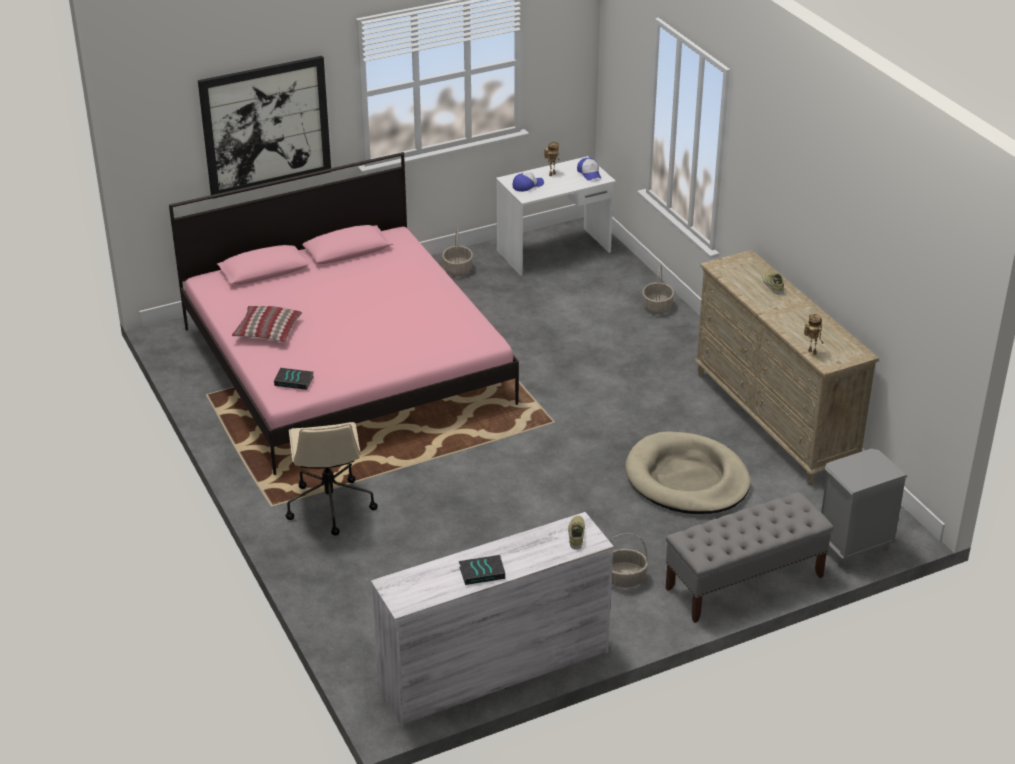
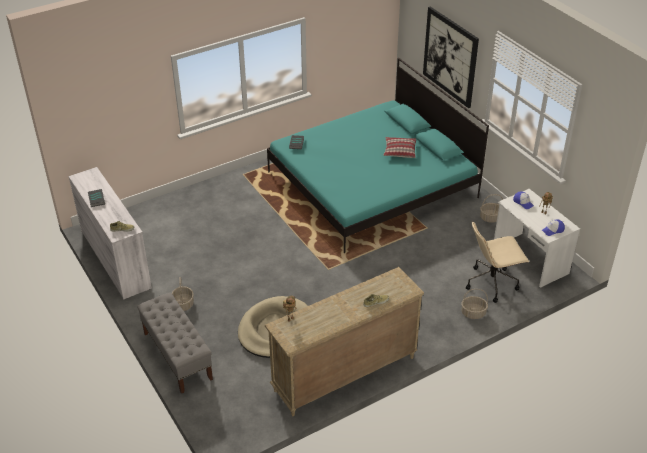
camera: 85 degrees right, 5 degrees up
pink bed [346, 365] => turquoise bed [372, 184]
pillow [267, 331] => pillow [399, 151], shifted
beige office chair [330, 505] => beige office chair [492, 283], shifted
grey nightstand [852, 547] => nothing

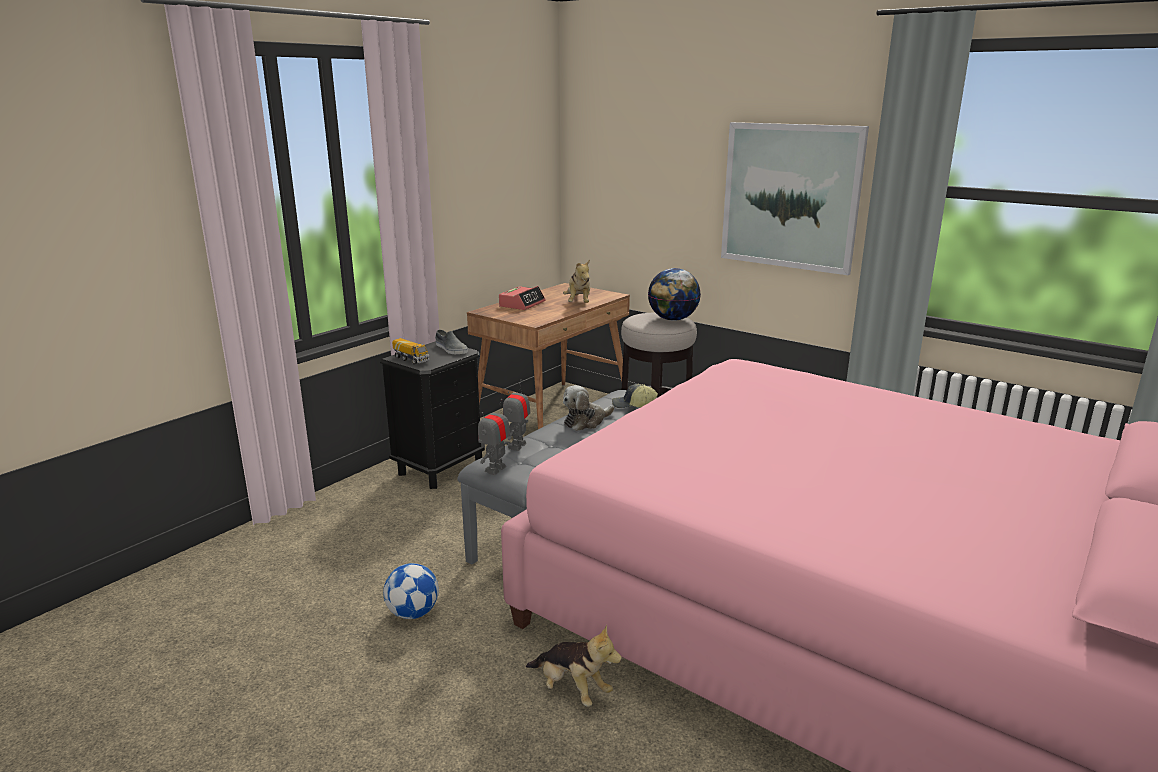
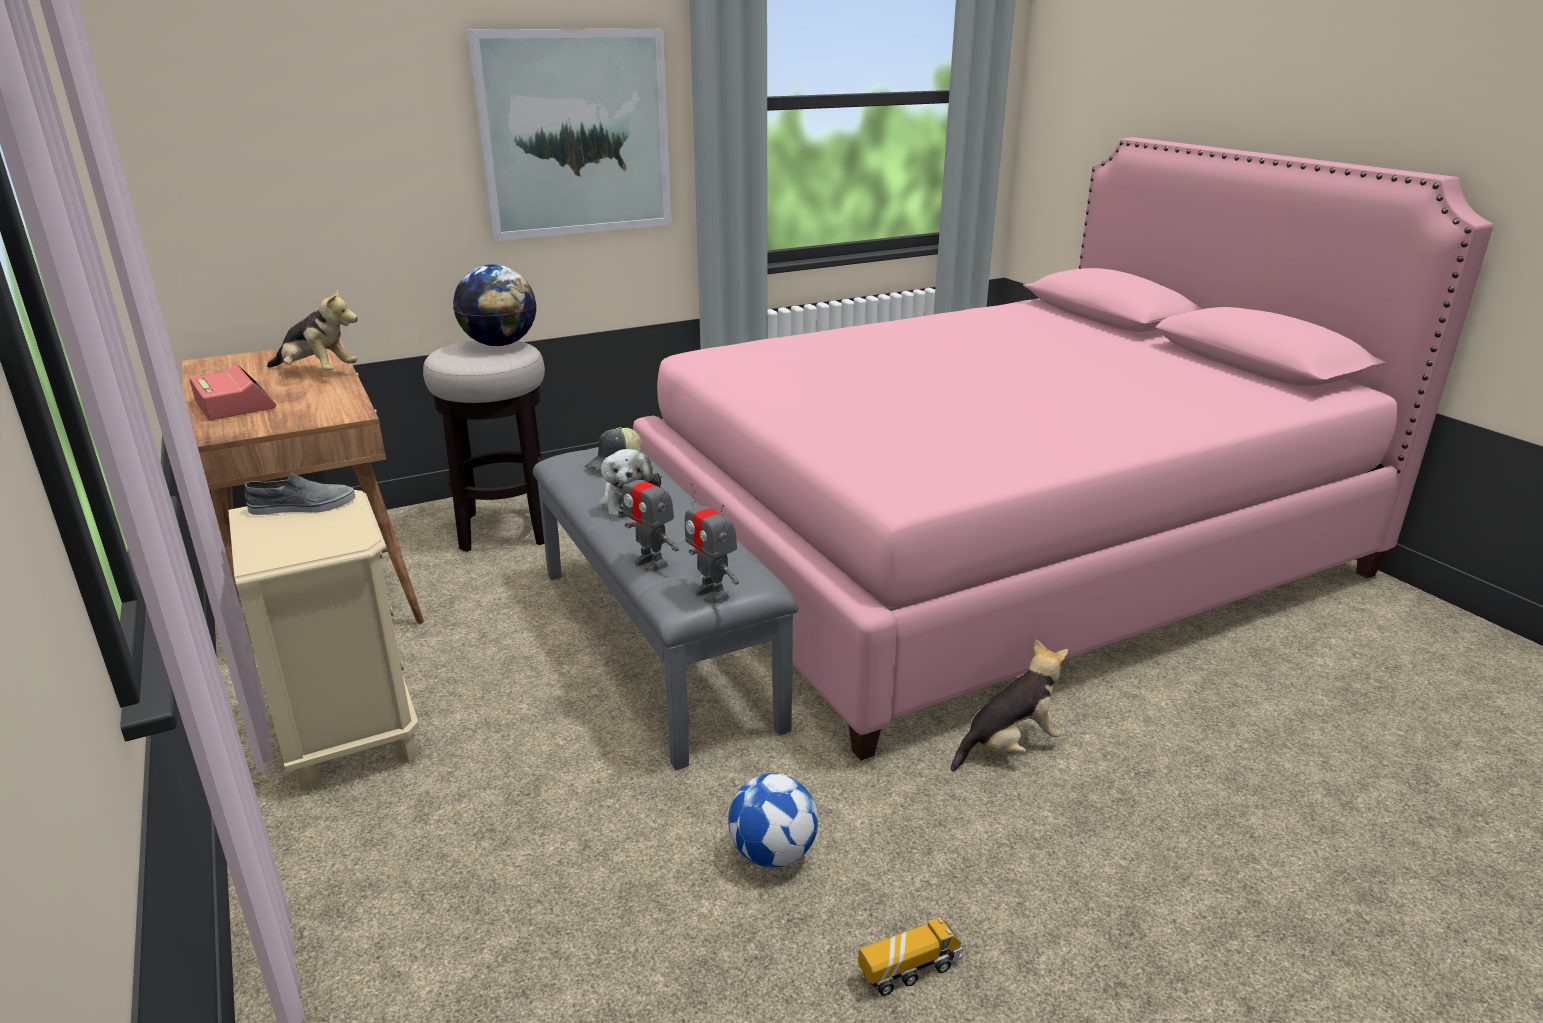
camera: 65 degrees left, 5 degrees up
toy truck [411, 360] => toy truck [909, 970], shifted
black nightstand [440, 468] => beige nightstand [349, 736]

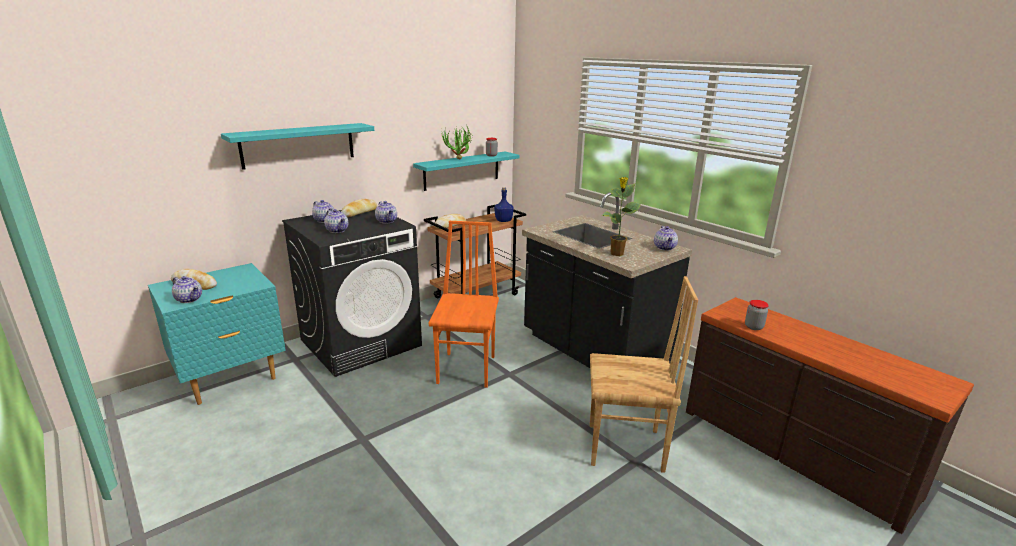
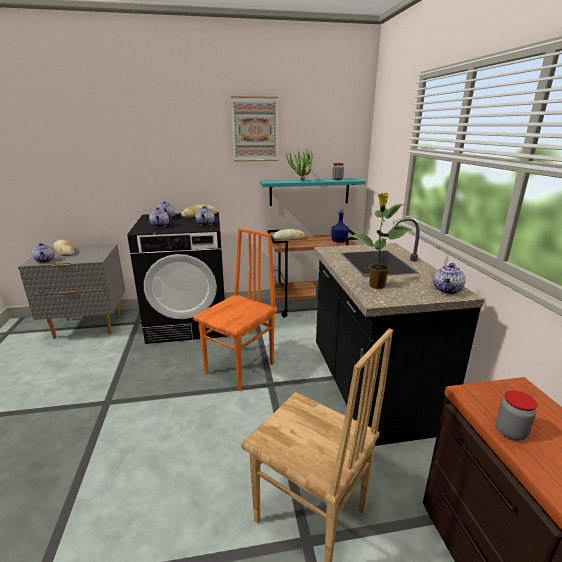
camera: 30 degrees right, 0 degrees up
turquoise shelf [298, 145] => nothing
turquoise nightstand [231, 380] => grey nightstand [88, 326]
nothing => picture [255, 129]

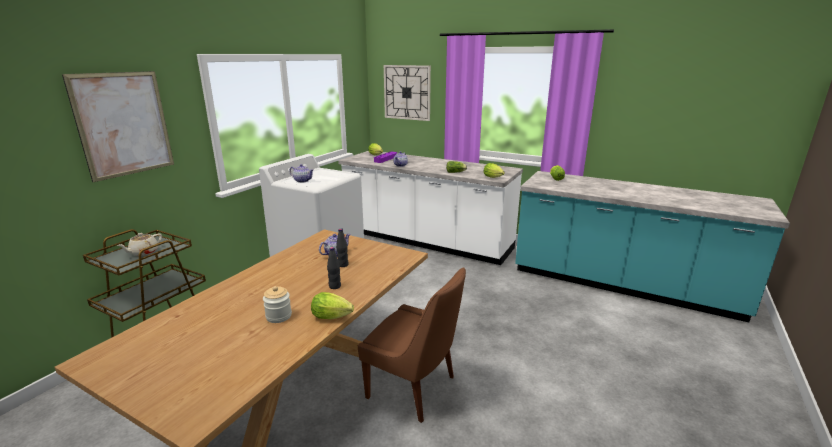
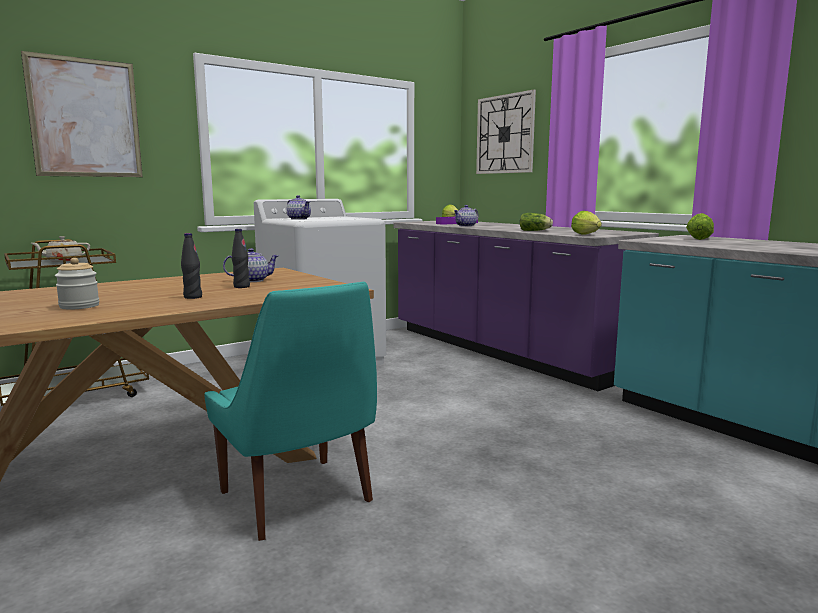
camera: 25 degrees right, 10 degrees down
white counter [426, 241] => purple counter [503, 351]
brown chair [414, 388] => turquoise chair [298, 499]
lettuce [334, 317] => nothing

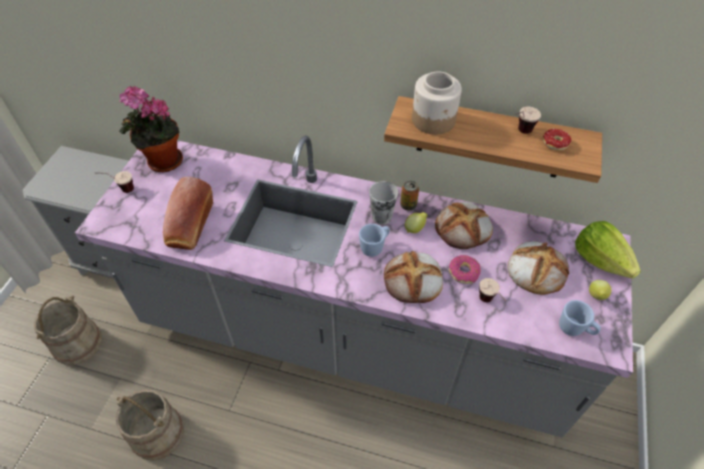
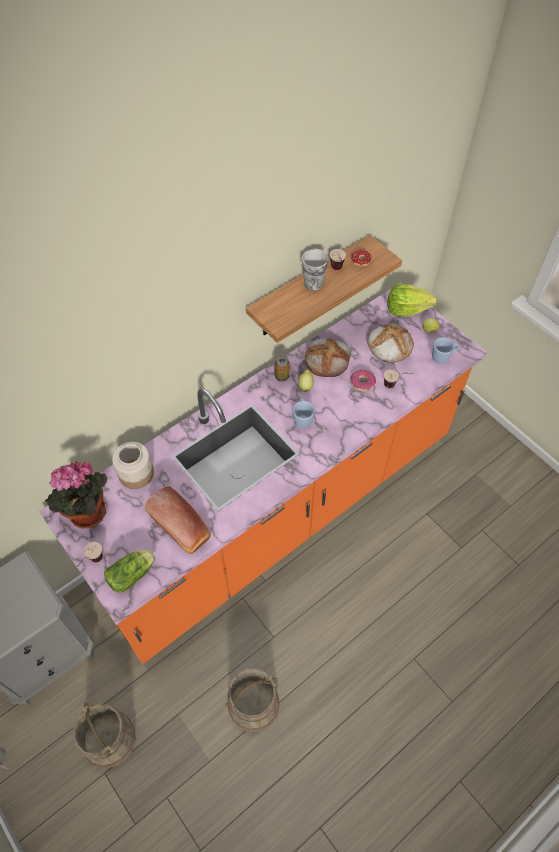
camera: 55 degrees left, 5 degrees up
jar [434, 120] => jar [136, 473], shifted
grey counter [352, 339] => orange counter [279, 512]
cup [382, 216] => cup [313, 283], shifted
bread [413, 280] => nothing
nothing => lettuce [133, 573]

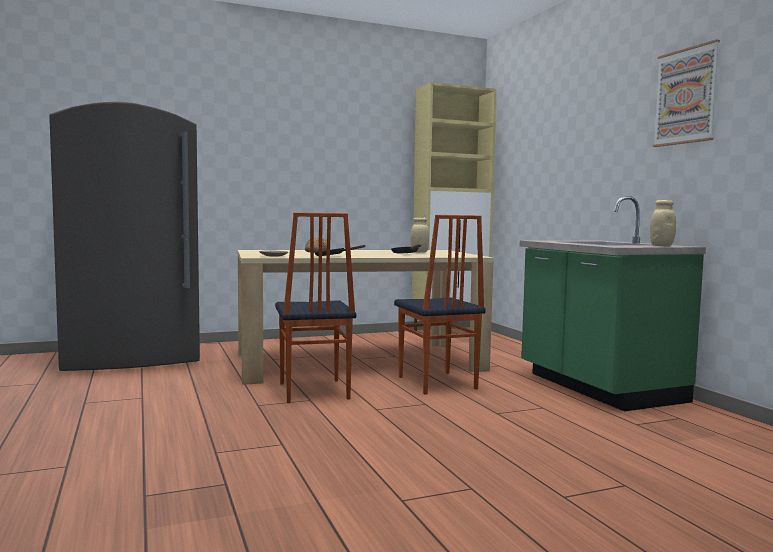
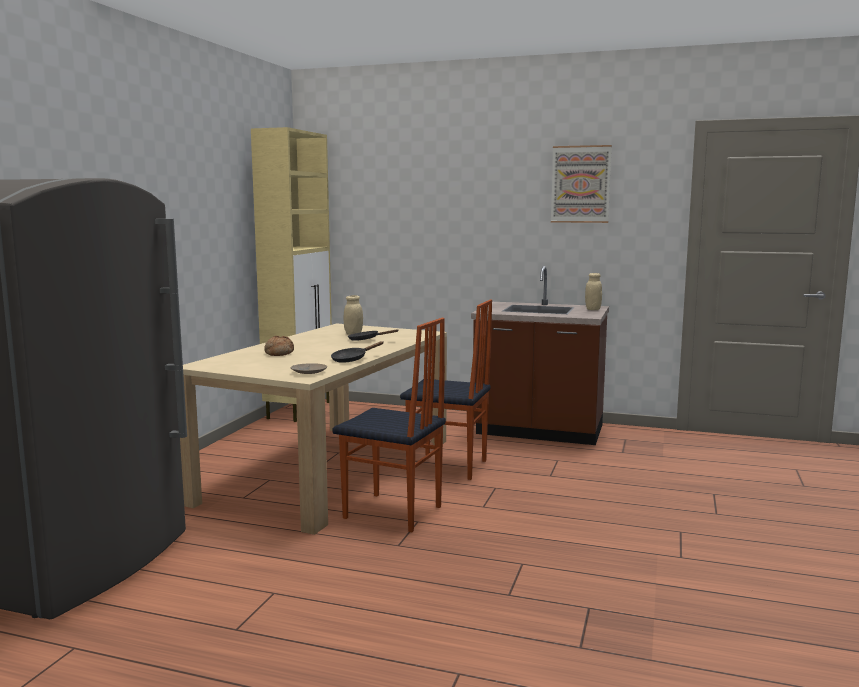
camera: 50 degrees left, 5 degrees up
green counter [598, 387] => brown counter [538, 431]

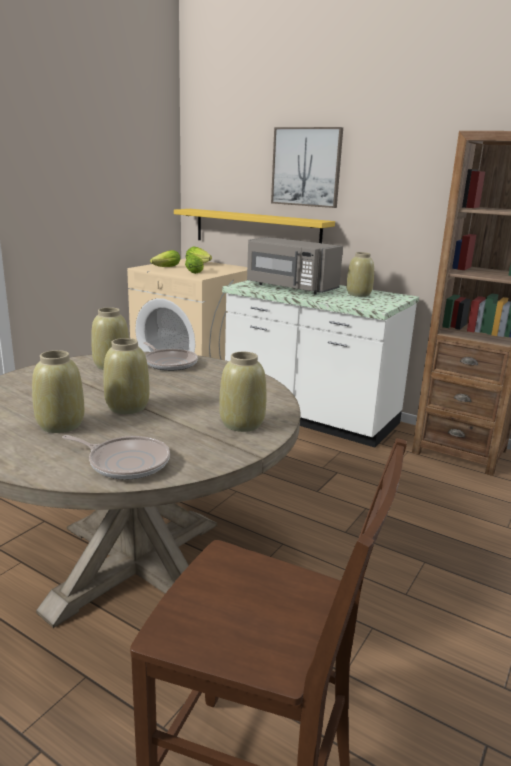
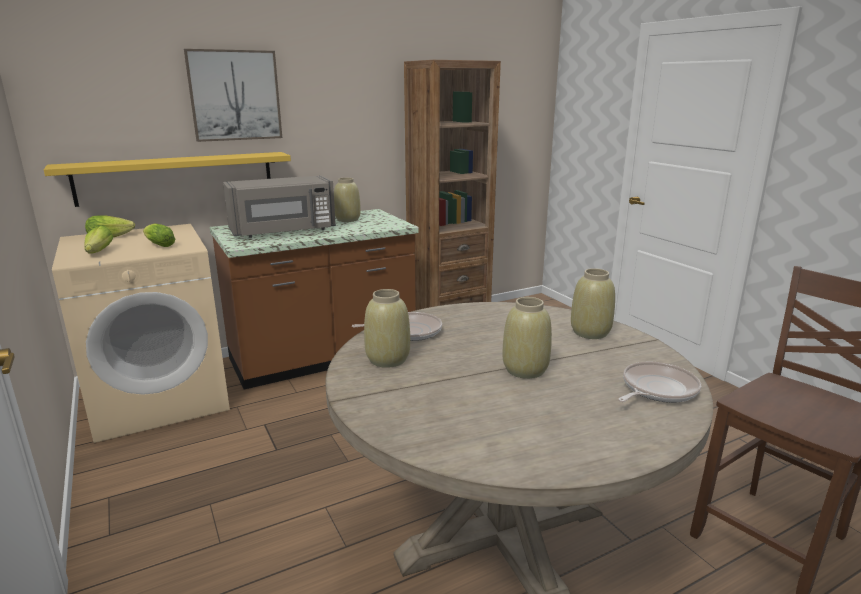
camera: 60 degrees left, 0 degrees up
white counter [310, 417] => brown counter [323, 358]
beige vase [60, 425] => nothing

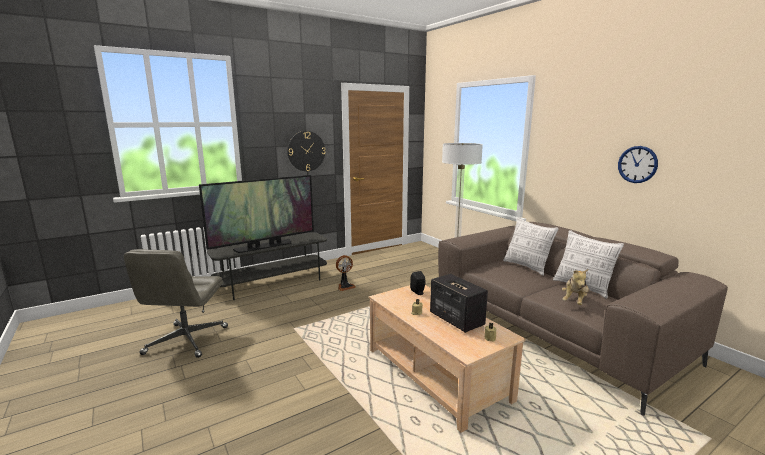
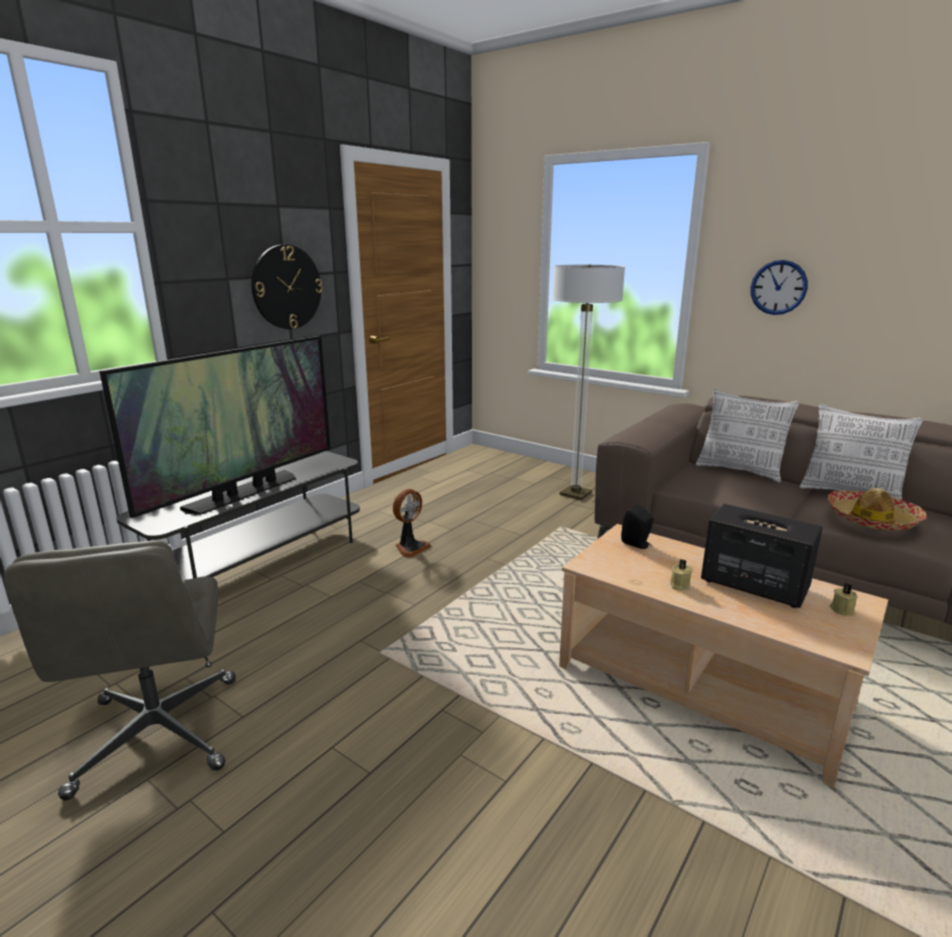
camera: 20 degrees left, 5 degrees up
wall clock [637, 164] => wall clock [778, 287], shifted
plush toy [574, 301] => hat [872, 519]

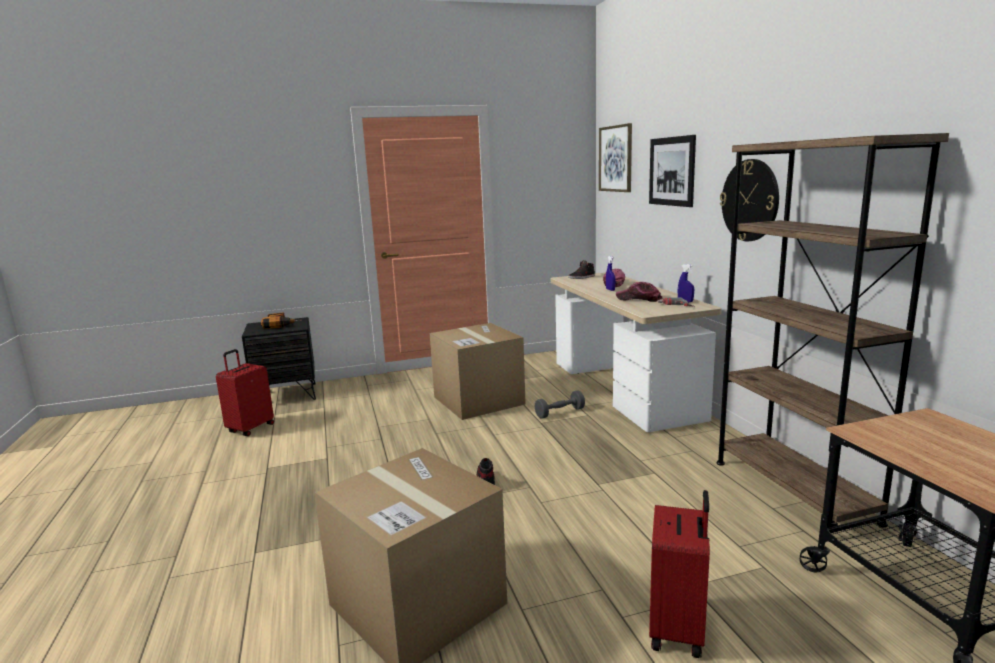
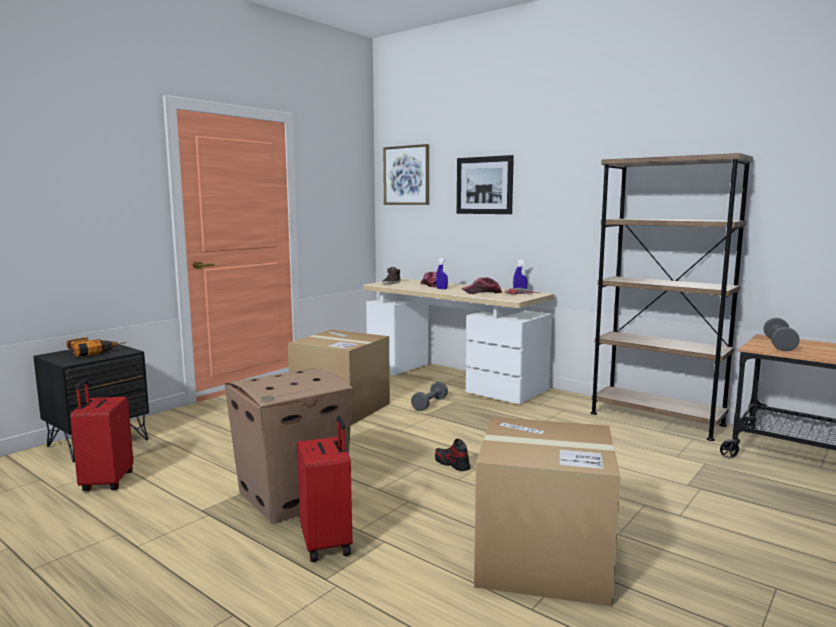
camera: 35 degrees left, 5 degrees down
wall clock [750, 200] => nothing
red suitcase [678, 630] => red suitcase [327, 543], shifted
nothing => grey dumbbell [779, 345]
nothing => cardboard box [293, 496]

